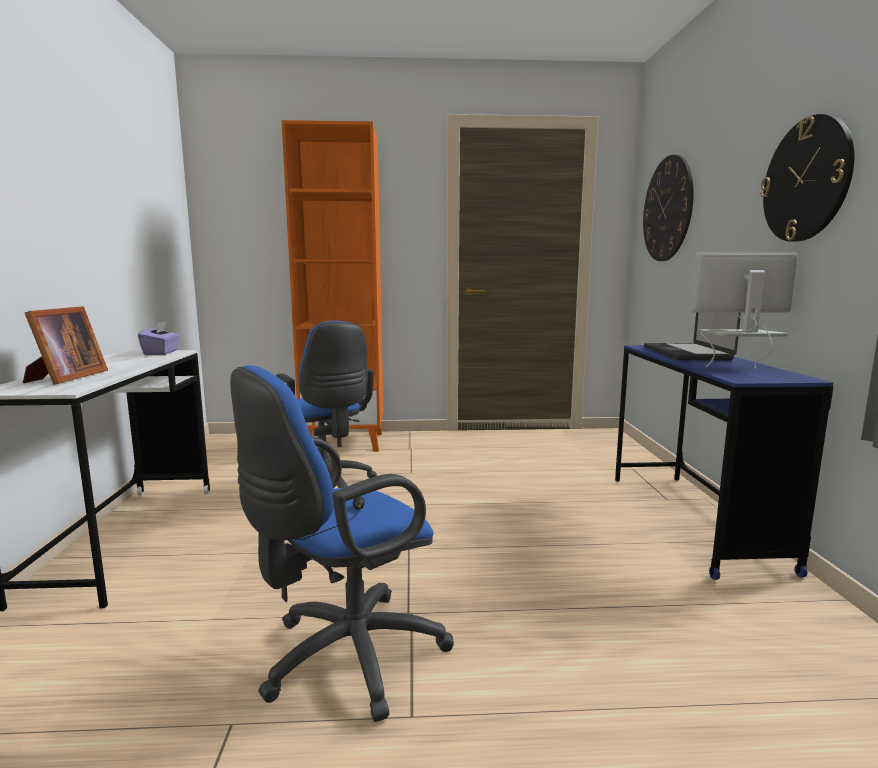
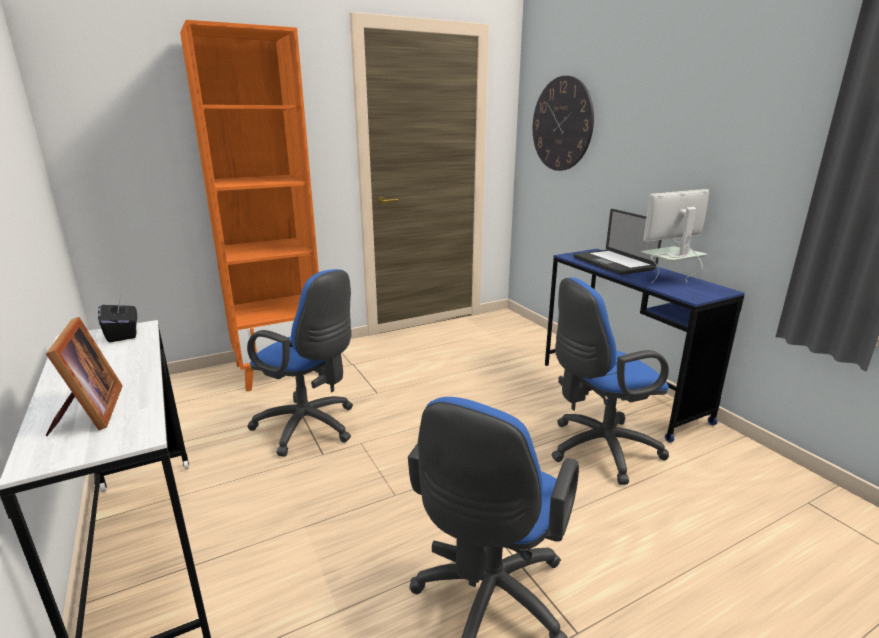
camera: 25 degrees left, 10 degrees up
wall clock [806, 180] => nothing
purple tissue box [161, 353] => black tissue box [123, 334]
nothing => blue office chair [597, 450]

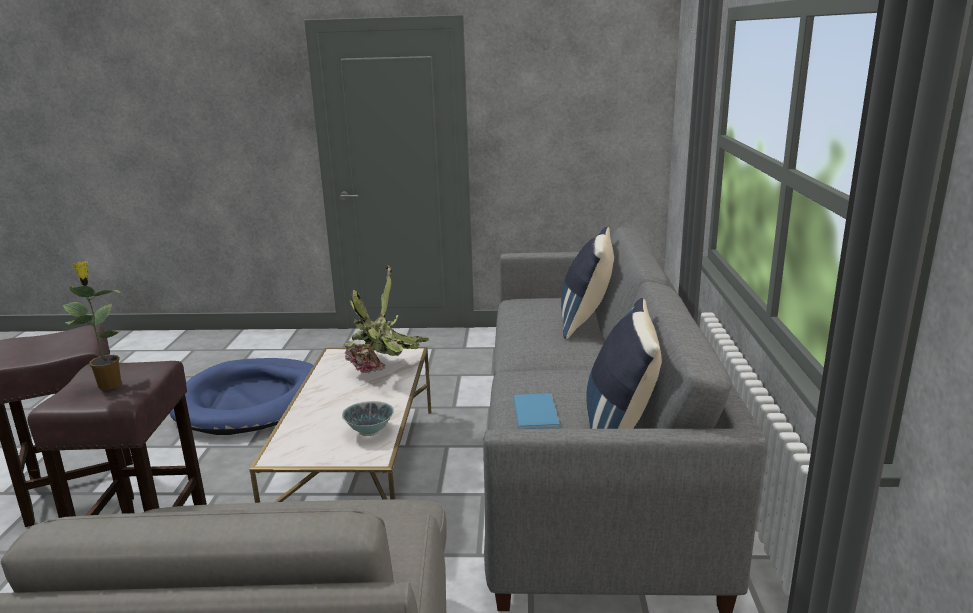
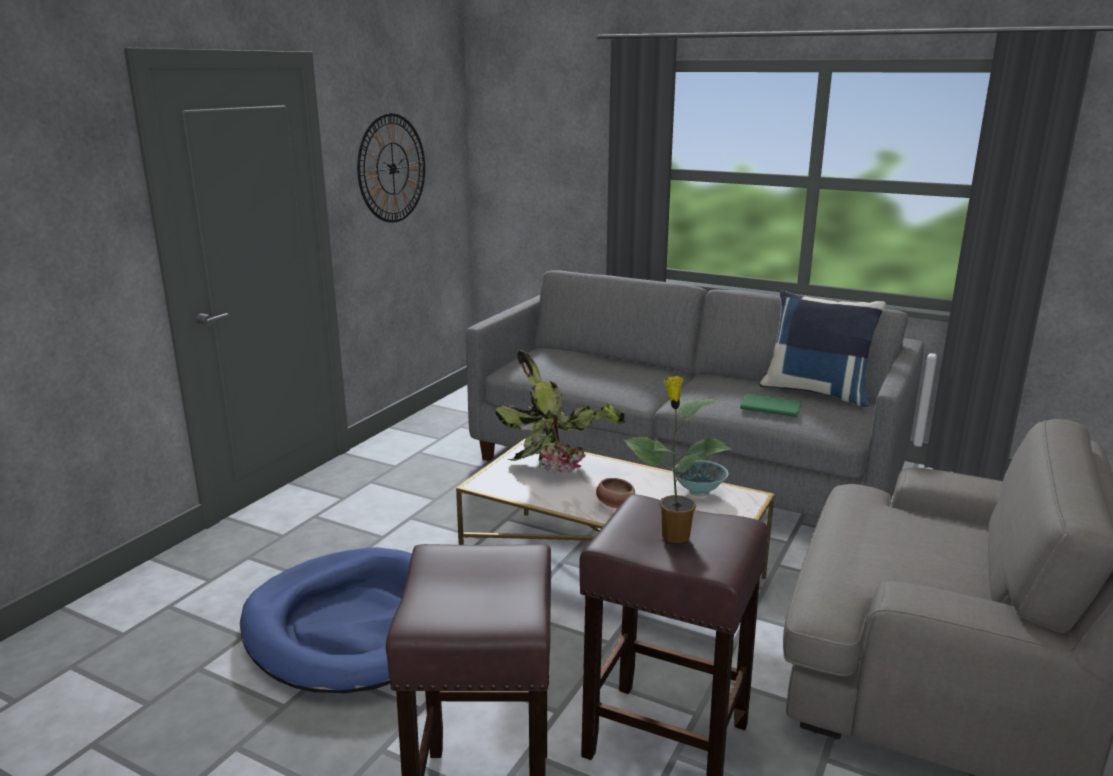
camera: 65 degrees left, 0 degrees up
blue pillow [586, 321] => nothing
blue book [537, 412] => green book [769, 406]
nothing => wall clock [392, 168]
nothing => bowl [615, 505]

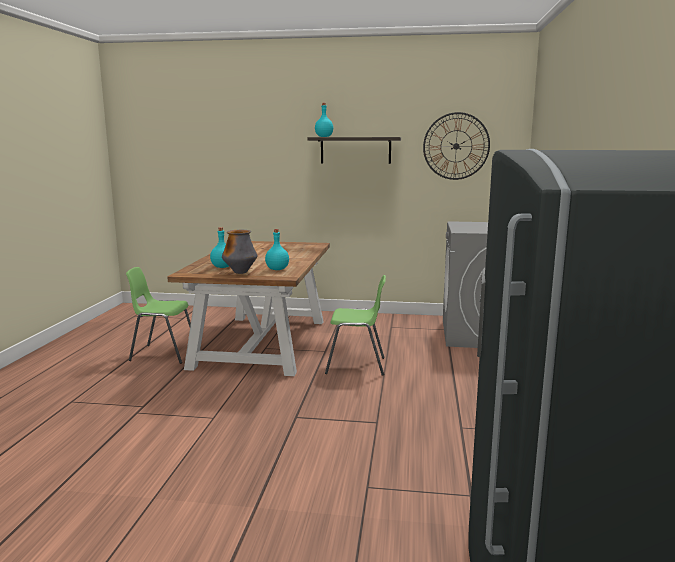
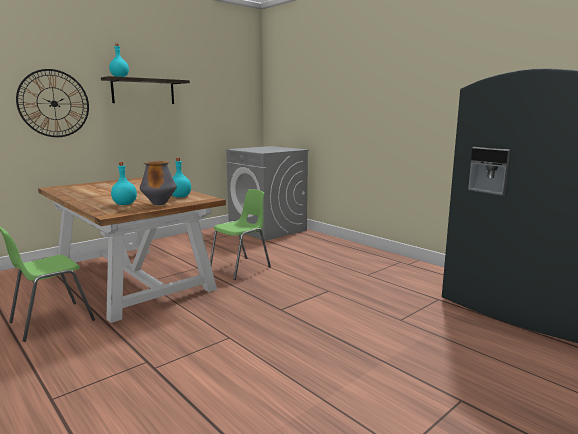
camera: 50 degrees left, 0 degrees up
wall clock [456, 146] => wall clock [54, 103], shifted

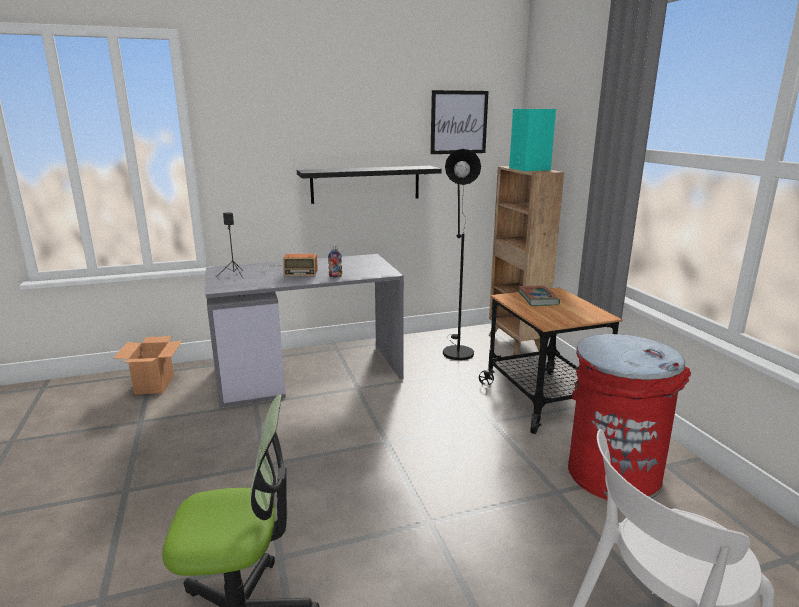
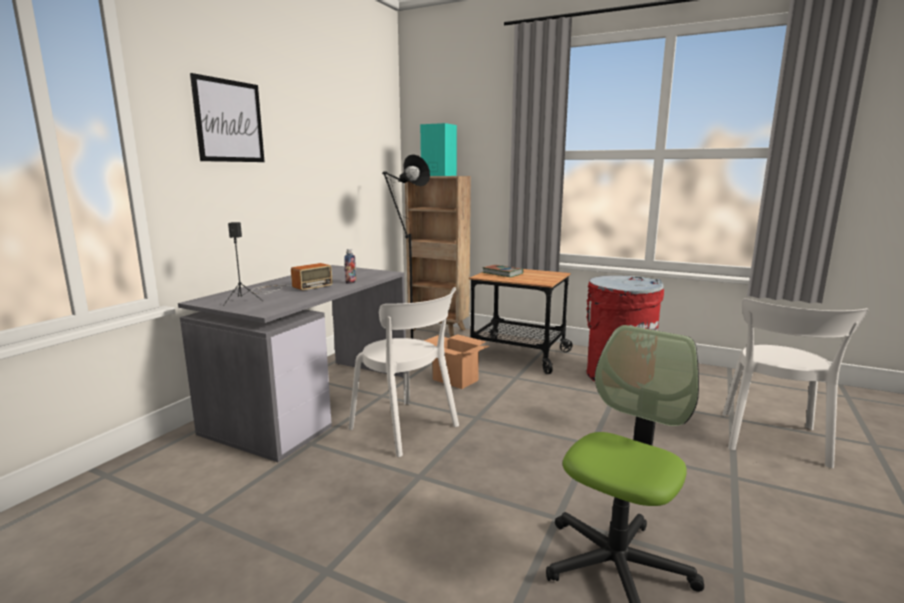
camera: 45 degrees left, 5 degrees down
picture [459, 122] => picture [229, 121], shifted
black shelf [365, 184] => nothing
cardboard box [154, 384] => cardboard box [454, 380], shifted
nothing => white chair [407, 429]

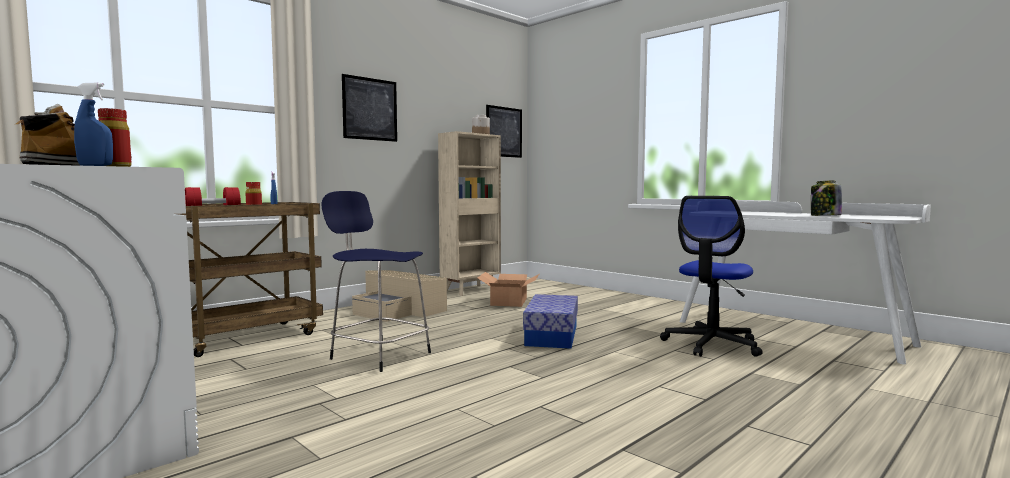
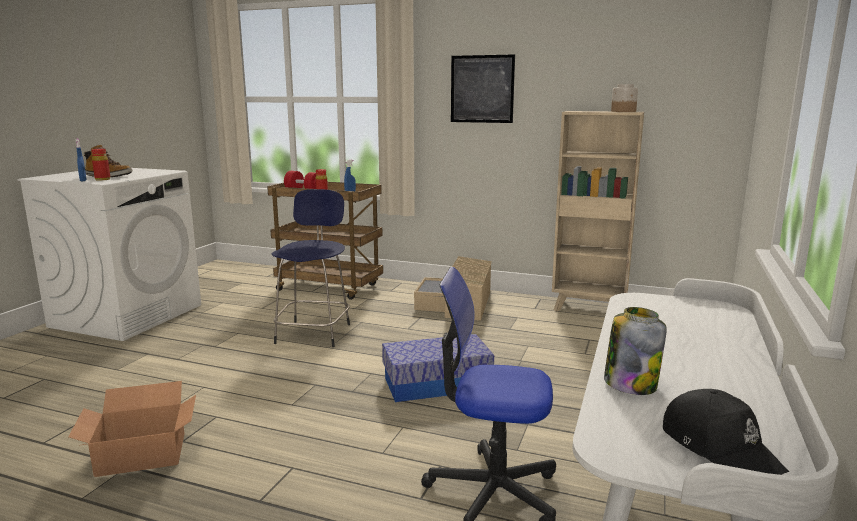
camera: 65 degrees right, 10 degrees up
picture [504, 132] => nothing
cardboard box [508, 302] => cardboard box [141, 453], shifted
nothing => black cap [719, 447]

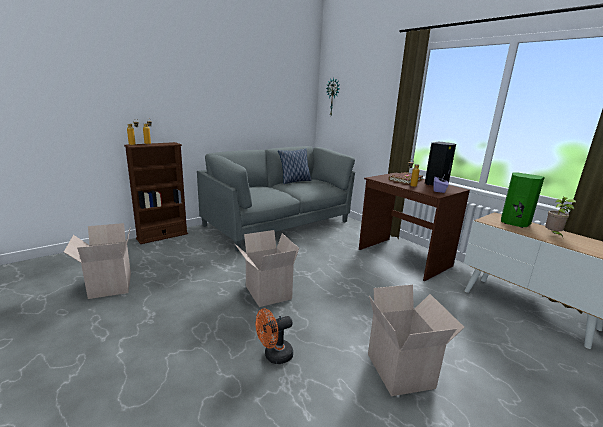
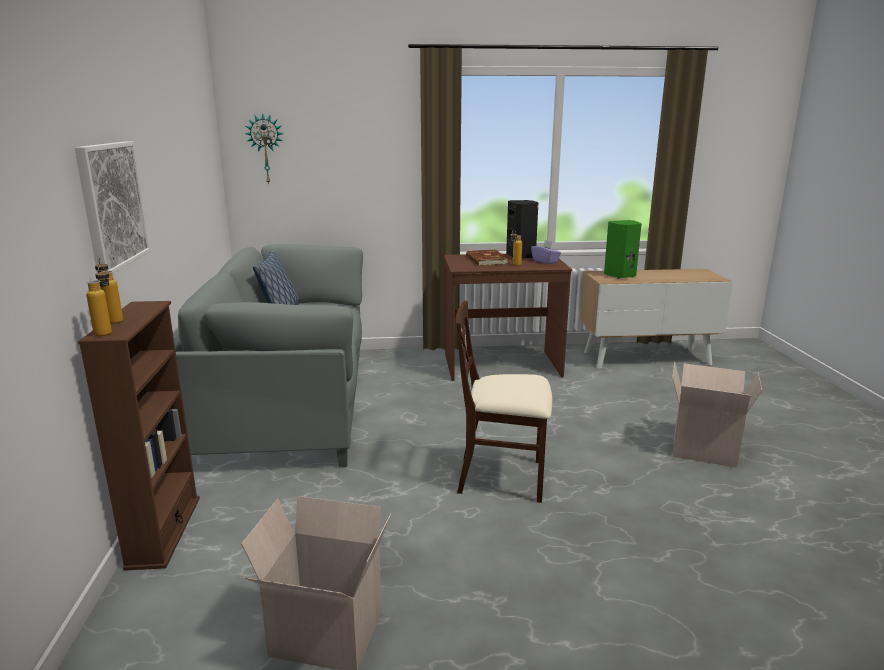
camera: 55 degrees left, 0 degrees up
potted plant [553, 235] => nothing
cardboard box [266, 292] => beige chair [502, 477]
orange fan [274, 356] => nothing
nothing => picture [112, 205]

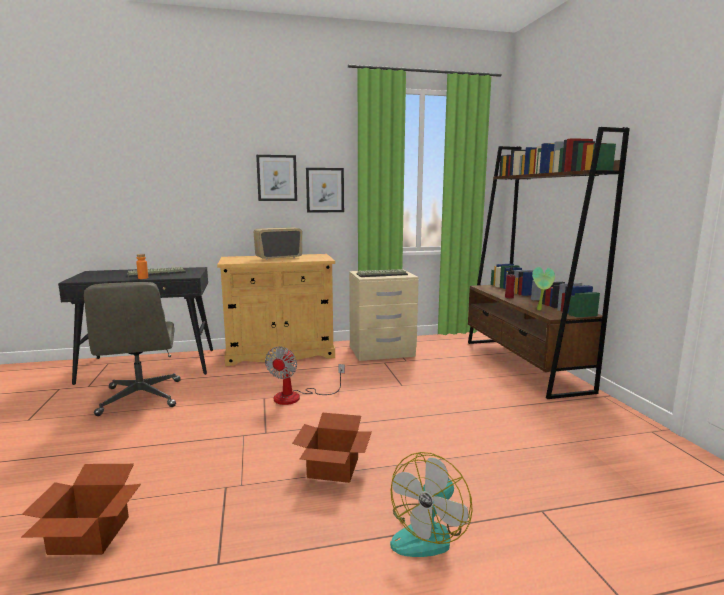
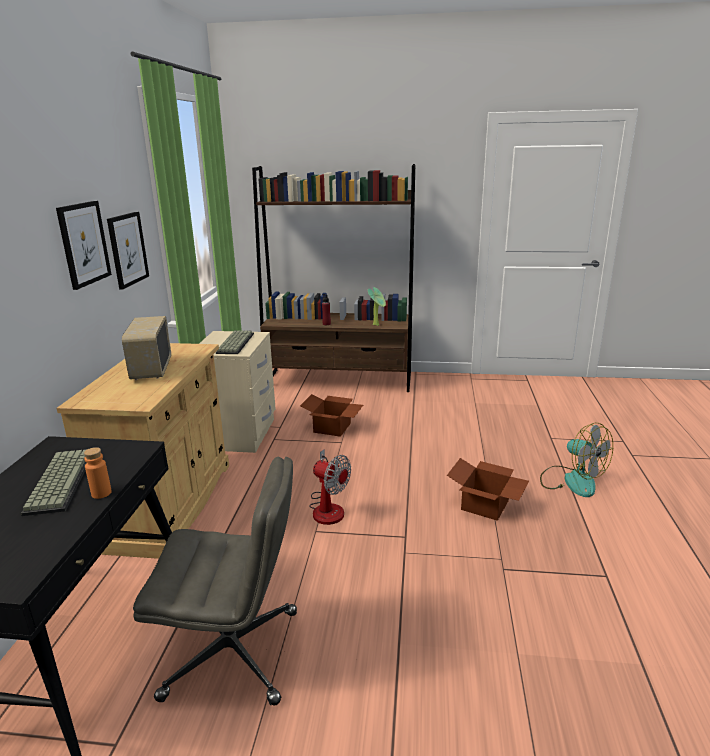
camera: 70 degrees left, 10 degrees up
cardboard box [87, 536] => cardboard box [333, 428], shifted

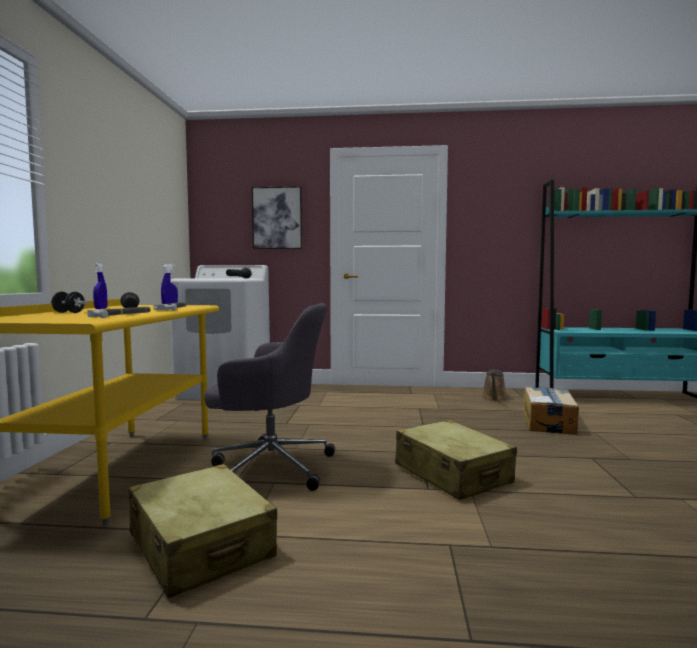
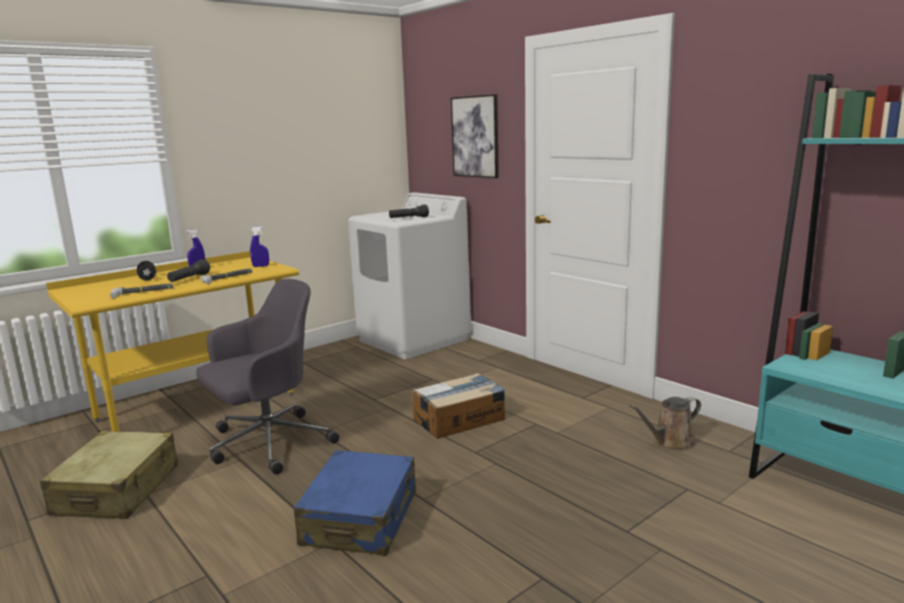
camera: 45 degrees right, 10 degrees up
grey office chair [269, 467] => grey office chair [268, 443], 90 degrees counterclockwise
cardboard box [549, 422] => cardboard box [460, 419], shifted
beige suitcase [452, 474] => blue suitcase [360, 518]

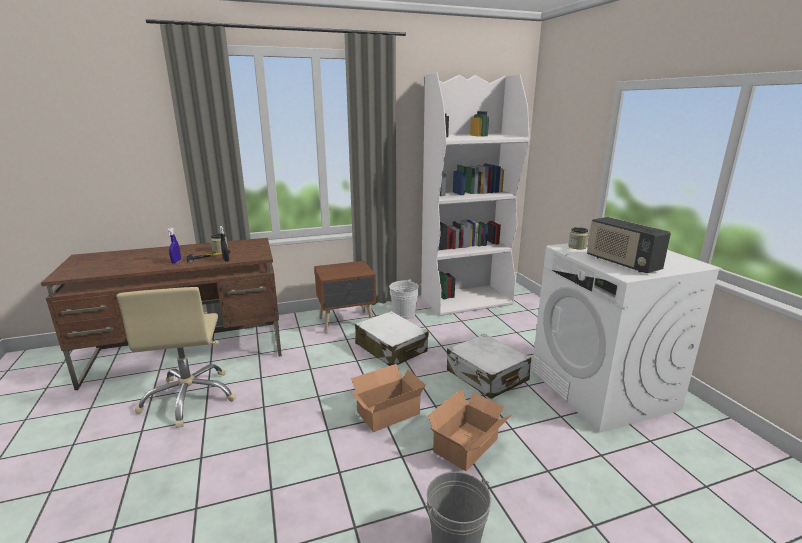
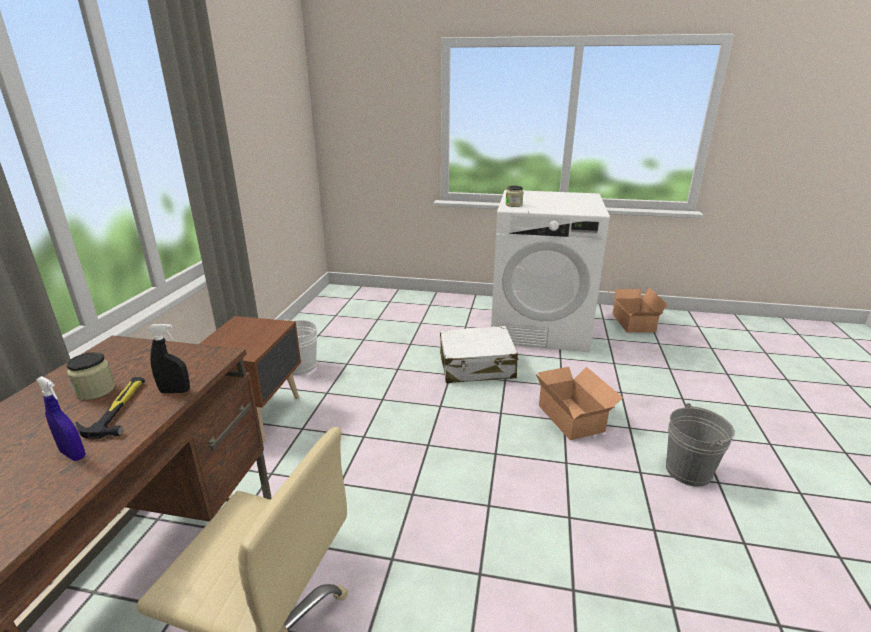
camera: 60 degrees left, 5 degrees up
white bookcase [466, 300] => nothing
radio [621, 263] => nothing
white suitcase [391, 348] => nothing
cardboard box [386, 412] => cardboard box [631, 323], shifted

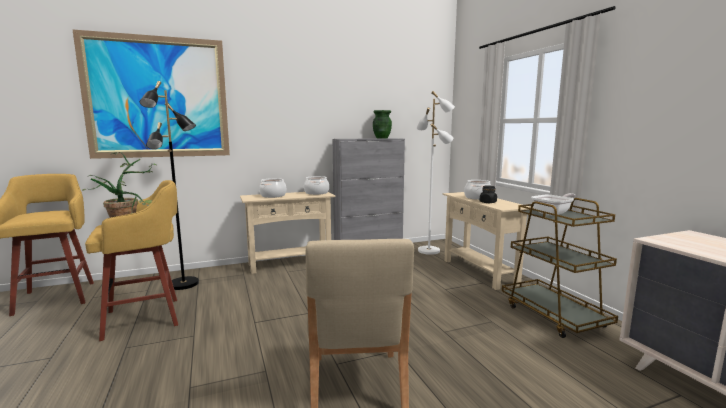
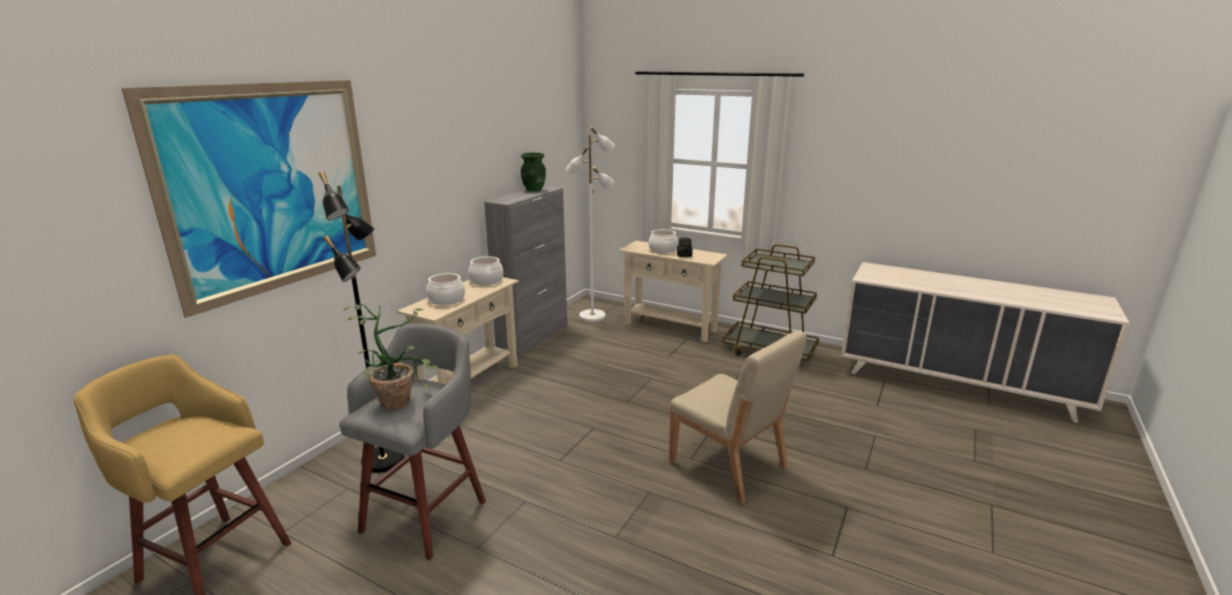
camera: 40 degrees left, 10 degrees up
yellow stool [146, 317] => grey stool [427, 514]
frying pan [553, 213] => nothing

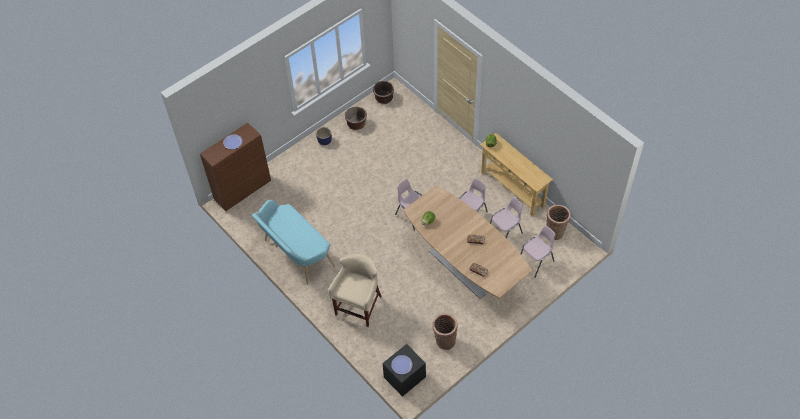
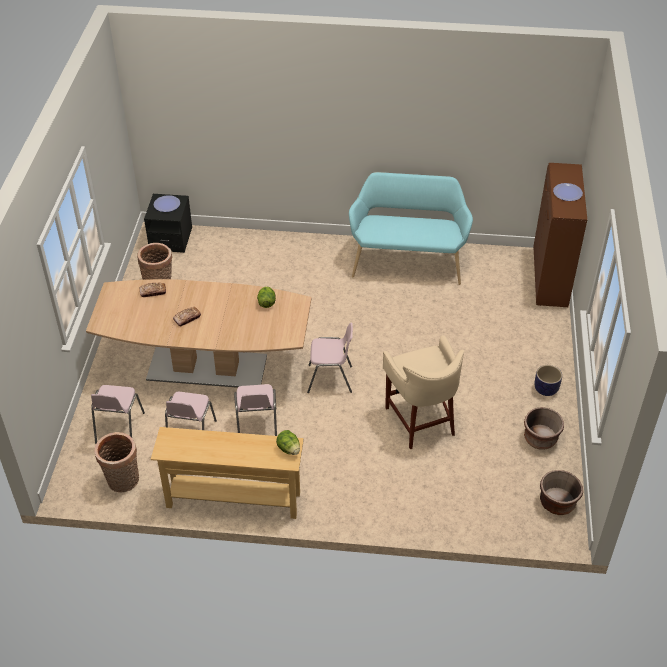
camera: 135 degrees right, 10 degrees down
beige stool [359, 307] => beige stool [421, 420], shifted

